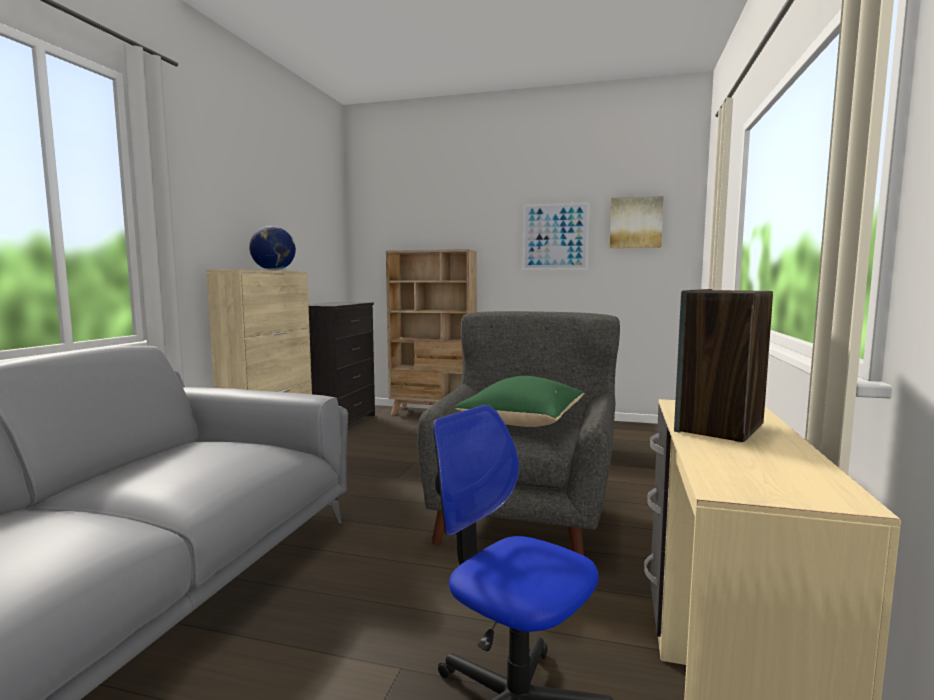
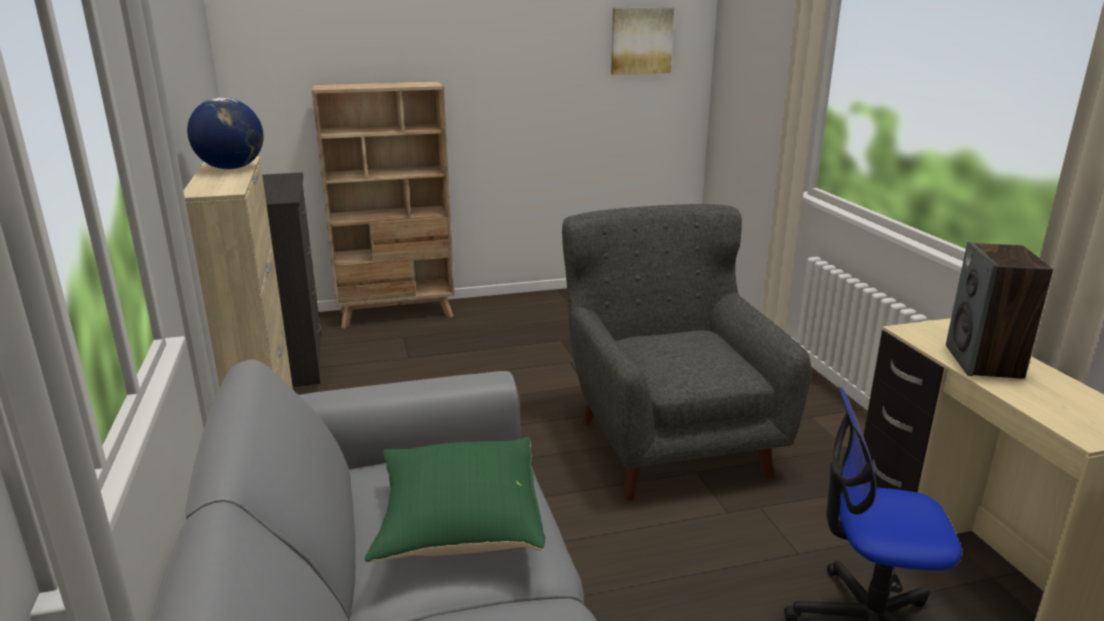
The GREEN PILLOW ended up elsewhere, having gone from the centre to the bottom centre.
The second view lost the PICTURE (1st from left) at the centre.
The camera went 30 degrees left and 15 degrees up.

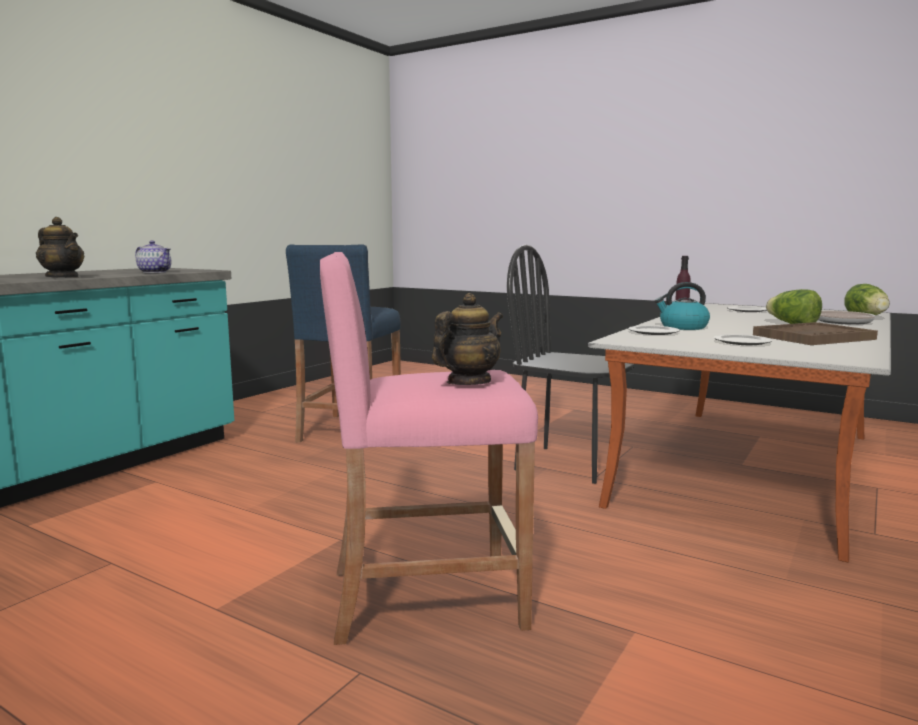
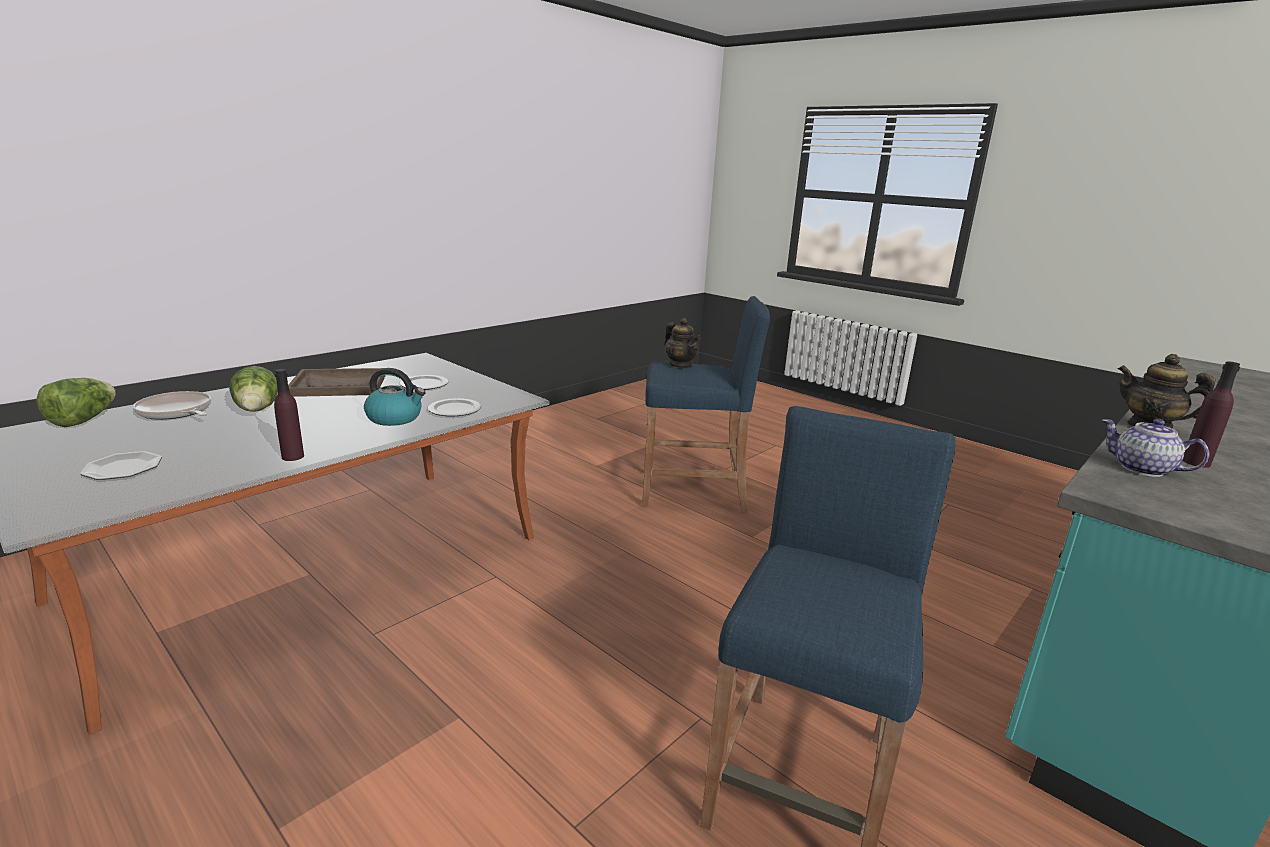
What was the PINK STOOL at the centre turned into the BLUE STOOL (1st from left) at the centre.
The TEAPOT (3rd from left in the first image) at the centre ended up facing another way, 90 degrees counterclockwise from before.
The second view lost the BLACK CHAIR at the centre.
The second view gained the PURPLE BOTTLE (2nd from left) at the middle right.
The camera went 170 degrees left and 10 degrees up.

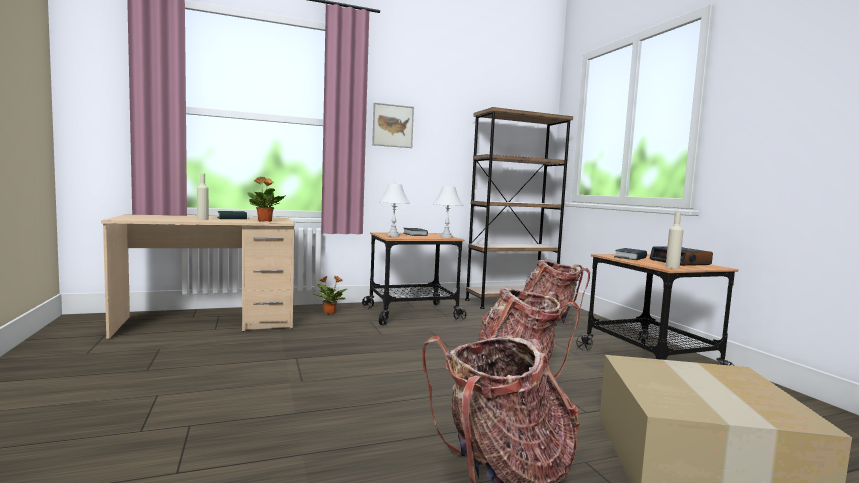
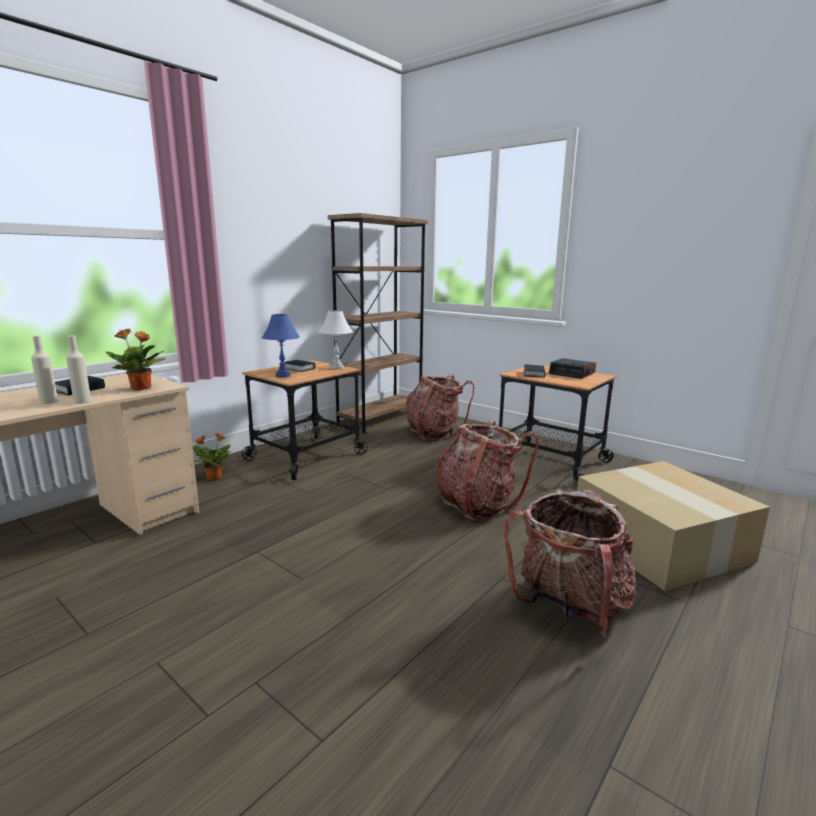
The second view lost the PICTURE at the top centre.
What was the WHITE TABLE LAMP (1st from left) at the centre turned into the BLUE TABLE LAMP at the centre.
The BEIGE BOTTLE (2nd from left) ended up elsewhere, having gone from the middle right to the middle left.
The camera went 30 degrees left and 10 degrees up.

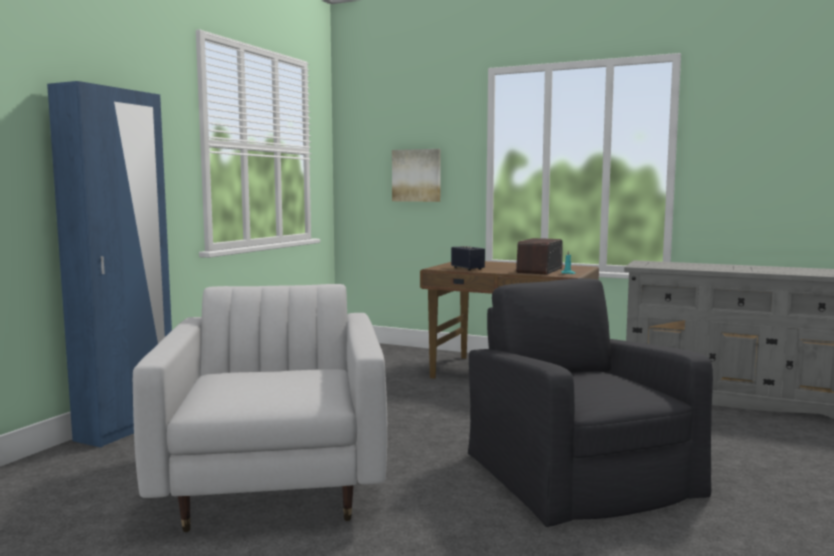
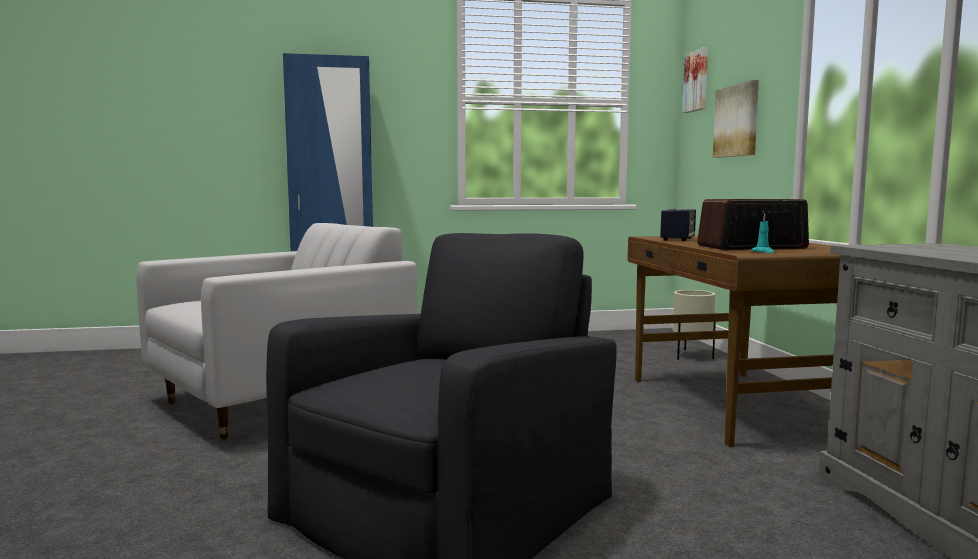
The second view gained the BEIGE PLANTER at the middle right.
The second view gained the PICTURE (1st from left) at the top right.
The camera went 55 degrees right and 0 degrees up.

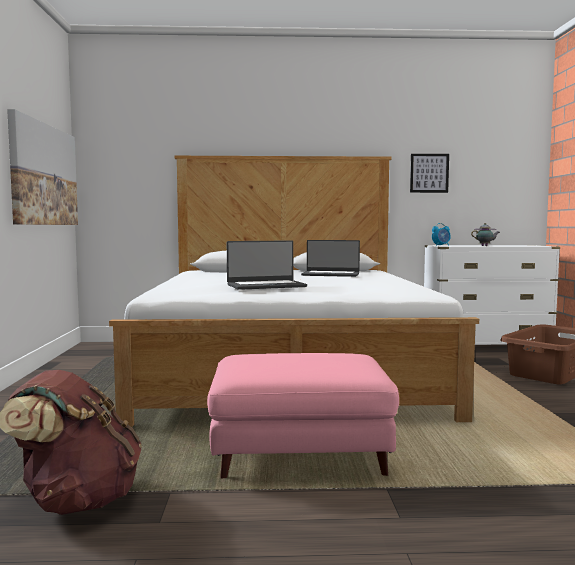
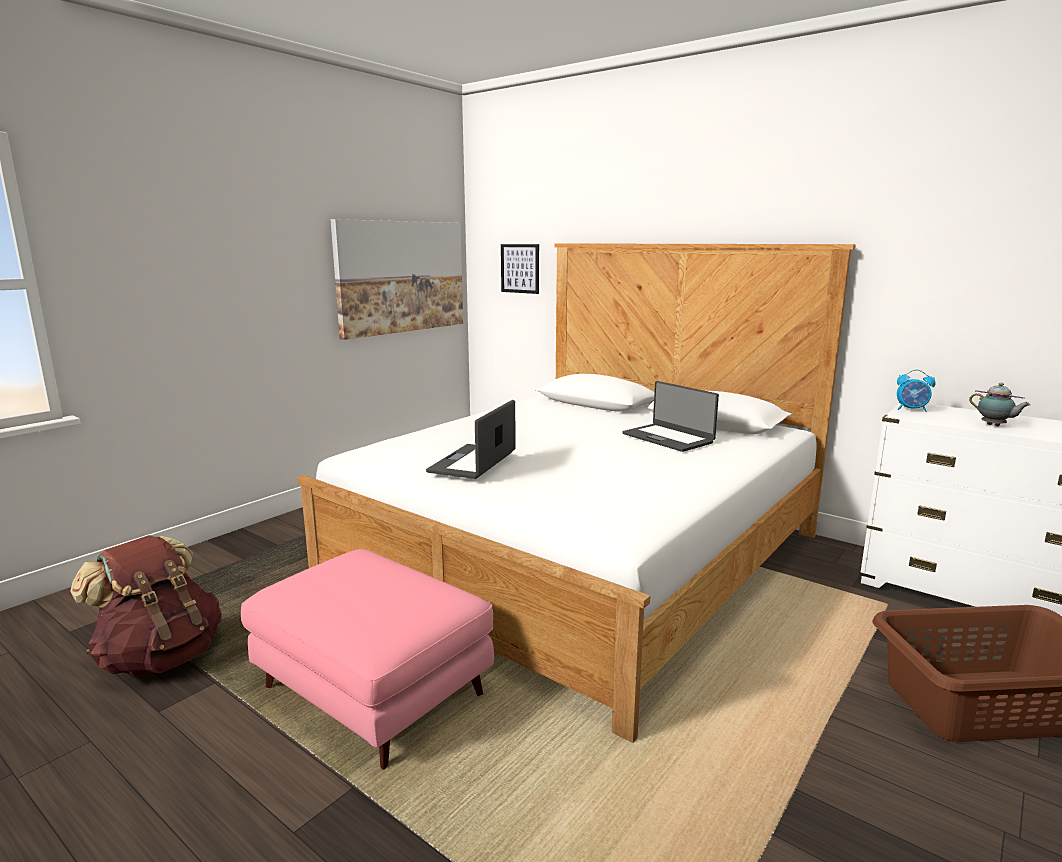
The LAPTOP (1st from left) at the centre ended up facing another way, 90 degrees clockwise from before.
The PICTURE (2nd from left) ended up elsewhere, having gone from the top right to the top centre.
The camera went 40 degrees right and 10 degrees up.

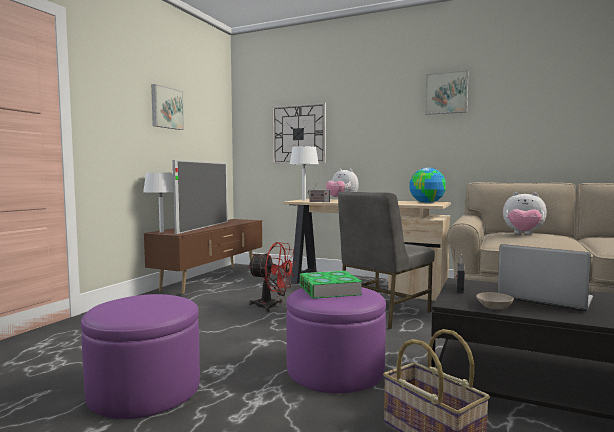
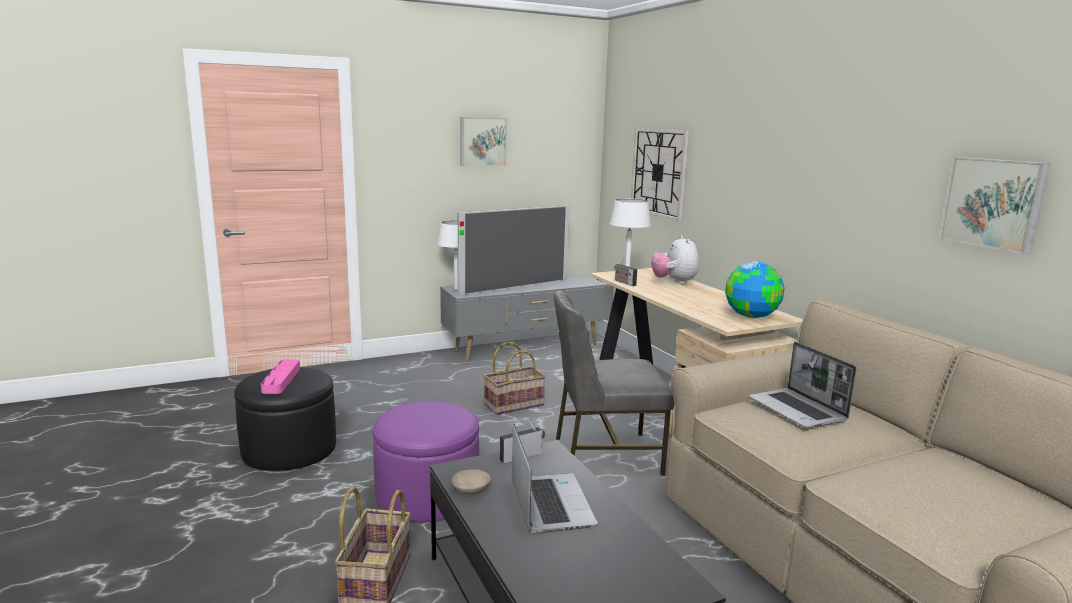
What was the PURPLE OTTOMAN (1st from left) at the bottom left turned into the BLACK OTTOMAN at the bottom left.
What was the BROWN TV STAND at the middle left turned into the GREY TV STAND at the centre.
Where the RED FAN stood at the centre, the BASKET (2nd from left) came to stand at the centre.
The second view lost the BOOK at the centre.
The PICTURE (2nd from left) ended up elsewhere, having gone from the top right to the middle right.
Where the PLUSH TOY (2nd from left) stood at the middle right, the LAPTOP (2nd from left) came to stand at the middle right.
The second view gained the PINK TRAY at the middle left.
The camera went 40 degrees right and 10 degrees up.

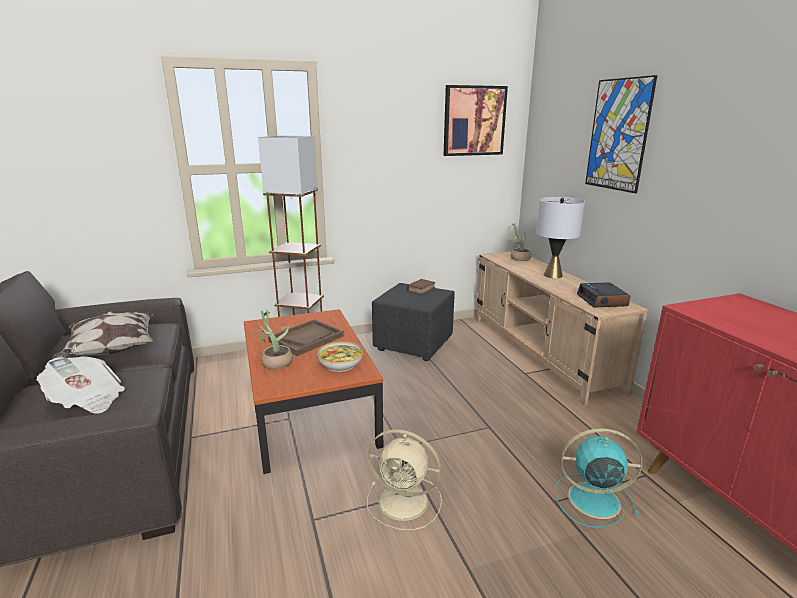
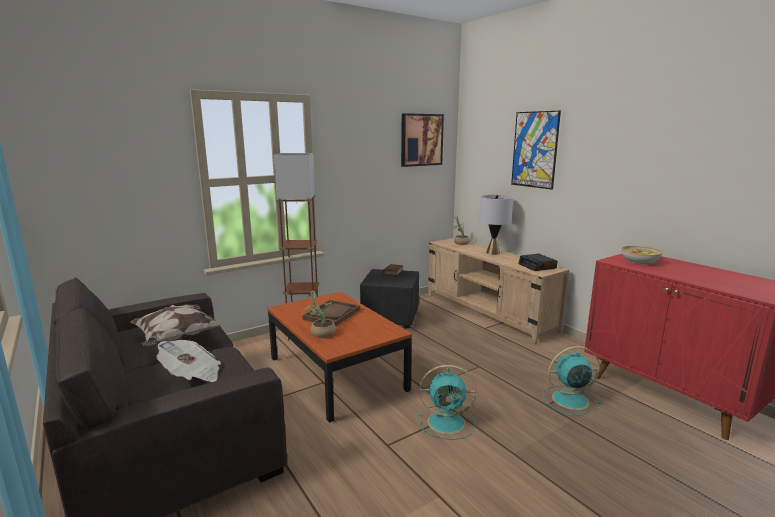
The BOWL ended up elsewhere, having gone from the centre to the middle right.
What was the BEIGE FAN at the bottom centre turned into the TURQUOISE FAN (1st from left) at the bottom centre.
The camera went 15 degrees left and 5 degrees down.

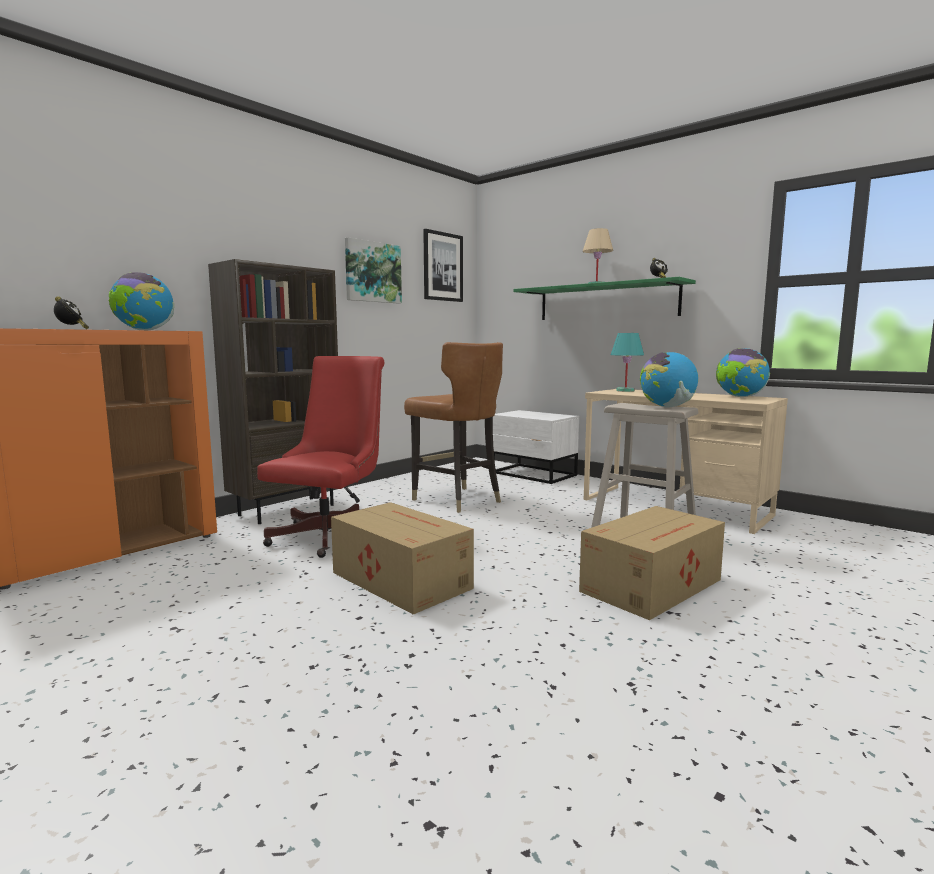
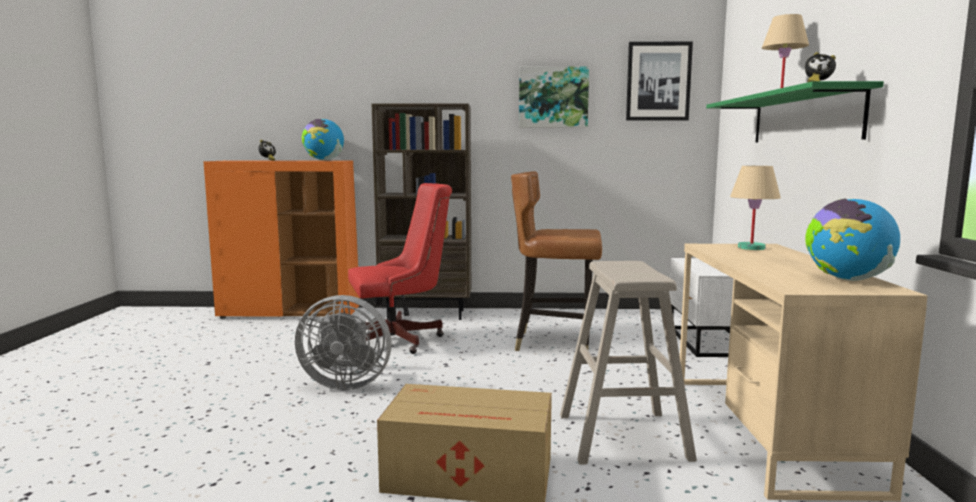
Where the CARDBOARD BOX (1st from left) stood at the centre, the GREY FAN came to stand at the bottom centre.
The BROWN CHAIR at the centre ended up facing another way, 90 degrees clockwise from before.
What was the TURQUOISE TABLE LAMP at the middle right turned into the BEIGE TABLE LAMP (1st from left) at the middle right.
The second view lost the GLOBE (2nd from left) at the middle right.
The camera went 50 degrees right and 0 degrees up.

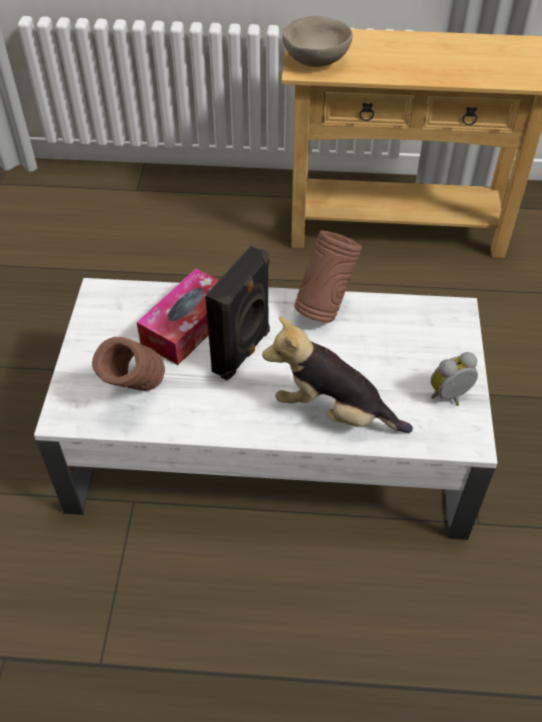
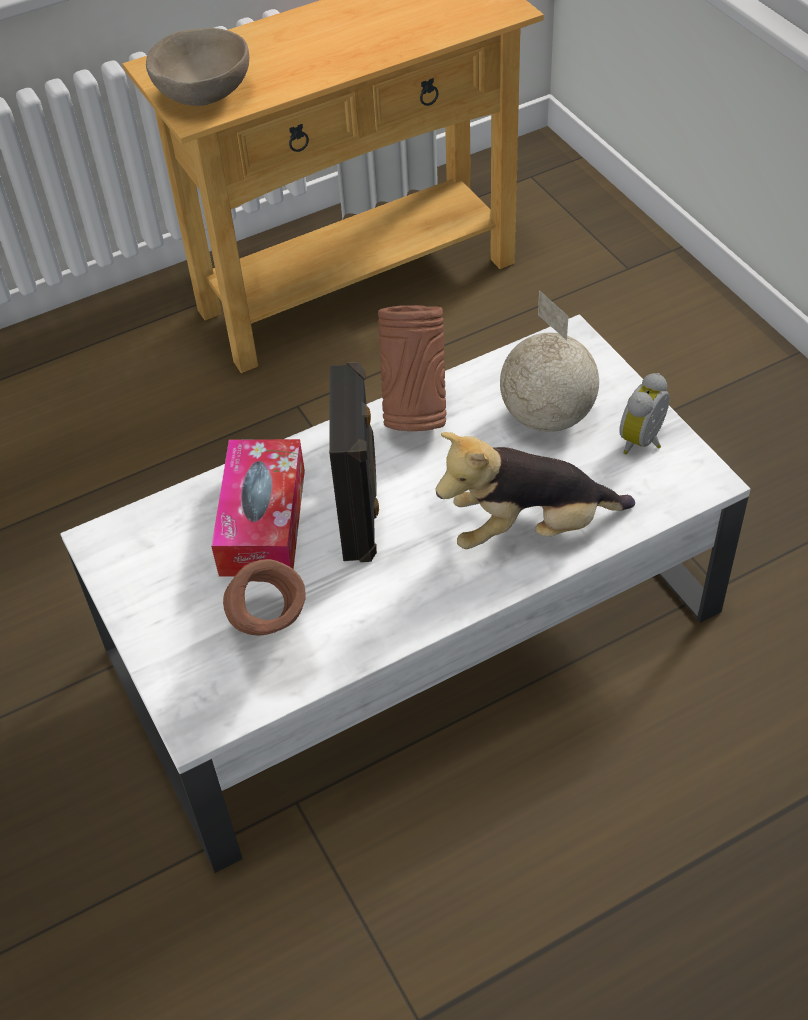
The second view gained the GLOBE at the middle right.
The camera went 30 degrees left and 0 degrees up.

